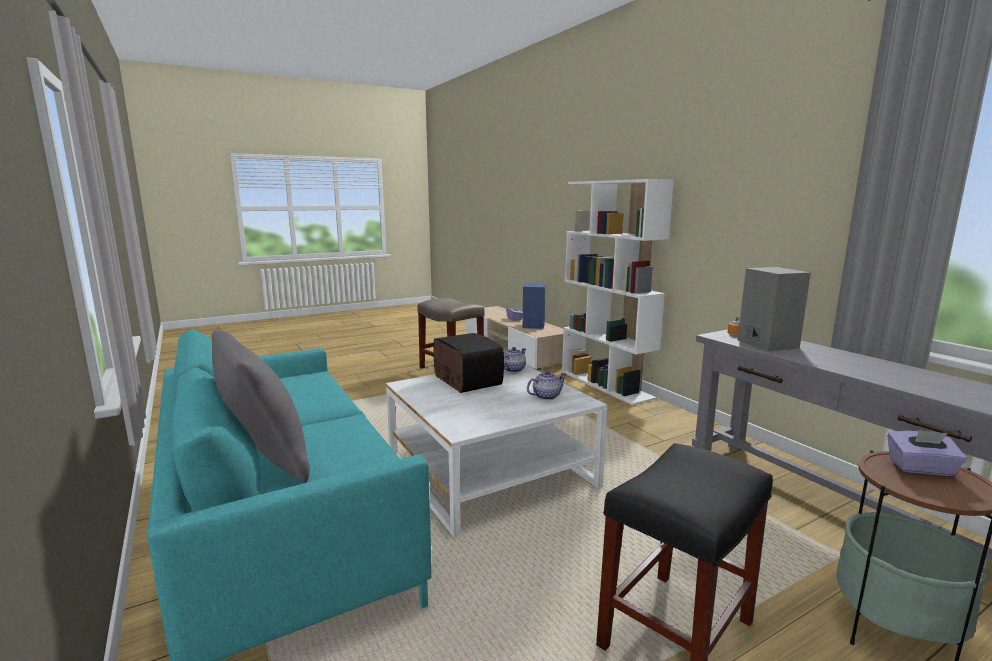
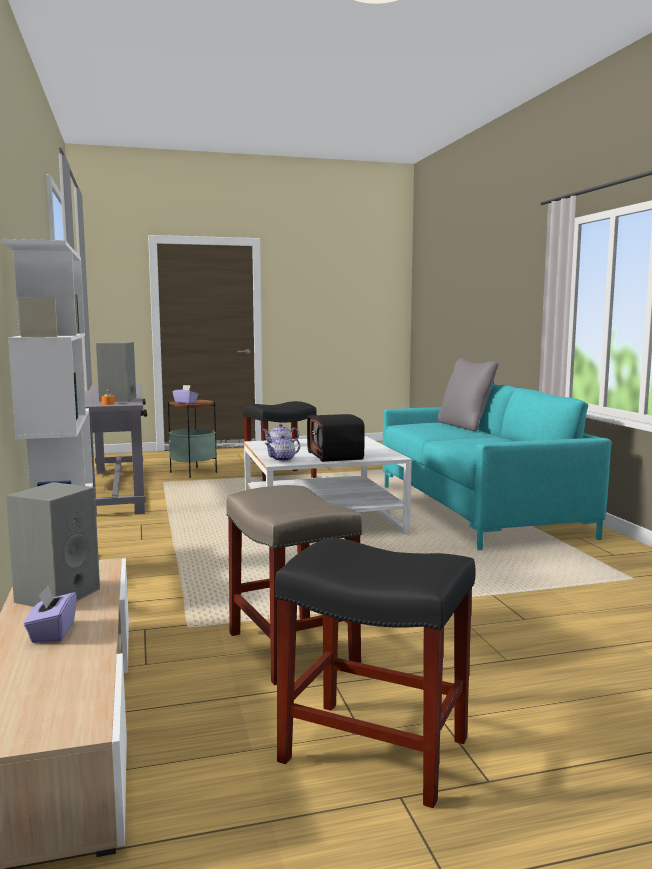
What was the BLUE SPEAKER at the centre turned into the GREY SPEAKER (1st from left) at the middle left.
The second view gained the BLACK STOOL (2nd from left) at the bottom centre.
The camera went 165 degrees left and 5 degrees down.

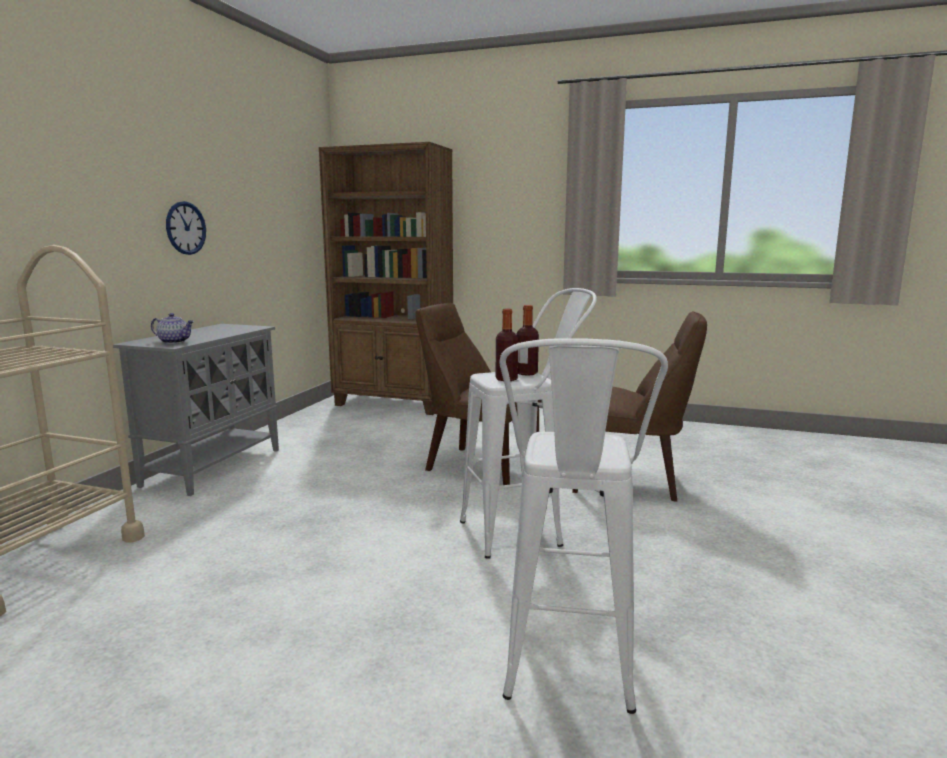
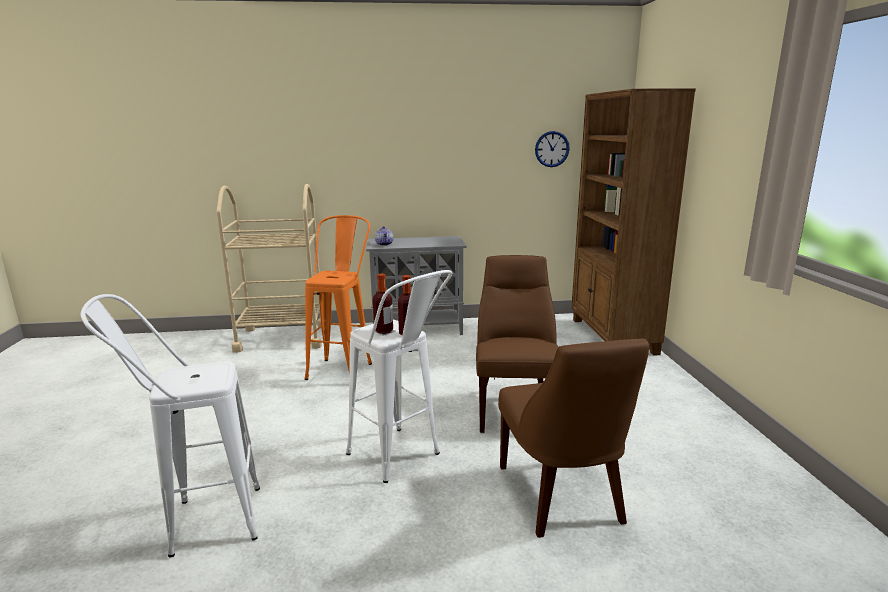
The WALL CLOCK ended up elsewhere, having gone from the top left to the top centre.
The second view gained the ORANGE STOOL at the centre.
The camera went 65 degrees right and 5 degrees up.

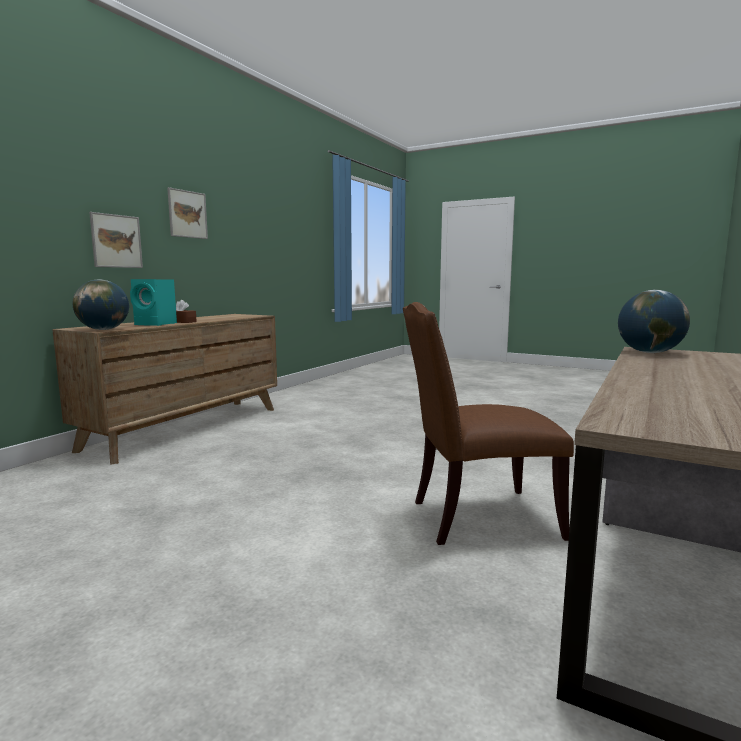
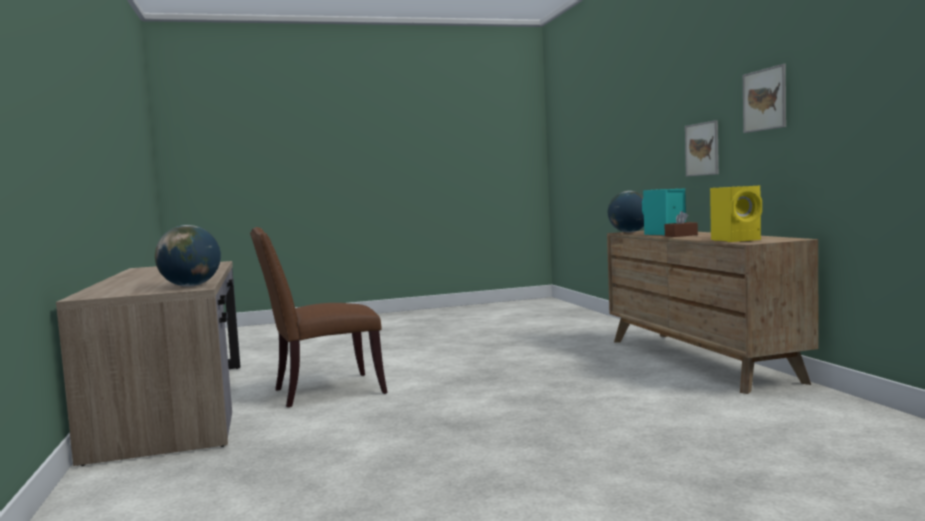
The BROWN CHAIR at the centre ended up facing another way, 150 degrees counterclockwise from before.
The second view gained the YELLOW SPEAKER at the middle right.
The camera went 135 degrees right and 5 degrees down.

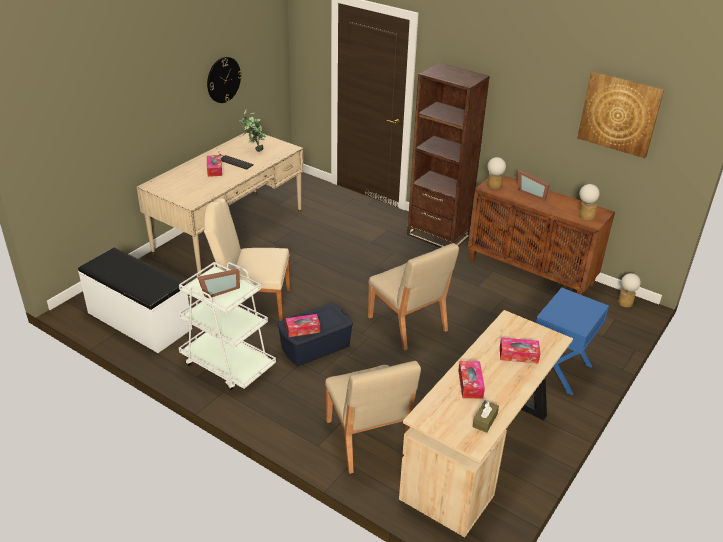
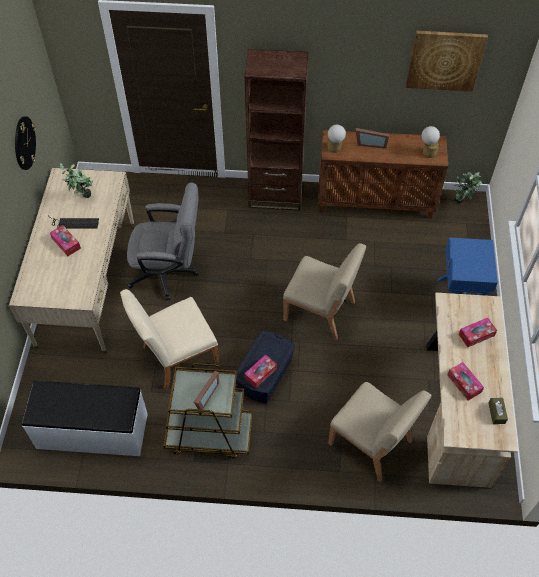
What was the WHITE CART at the middle left turned into the BROWN CART at the bottom centre.
Where the TABLE LAMP (3rd from left) stood at the middle right, the POTTED PLANT (2nd from left) came to stand at the top right.
The second view gained the GREY OFFICE CHAIR at the middle left.
The camera went 30 degrees left and 20 degrees up.

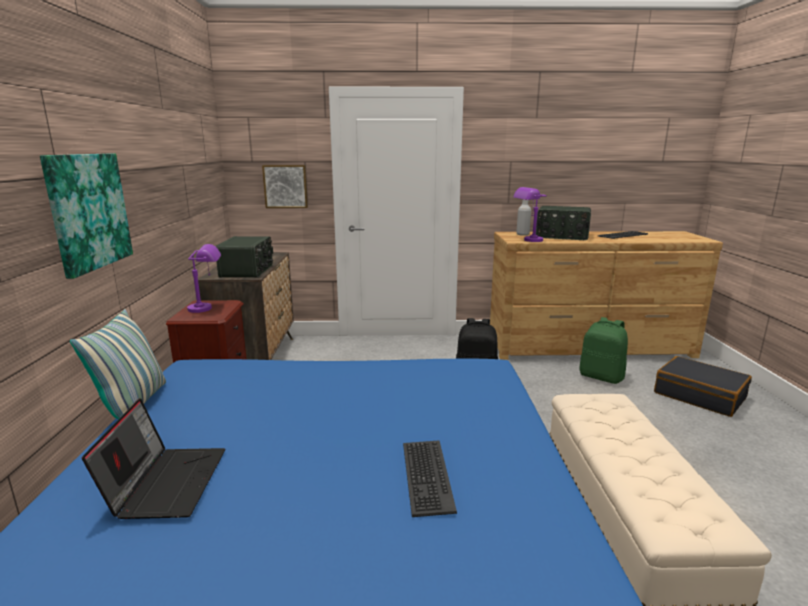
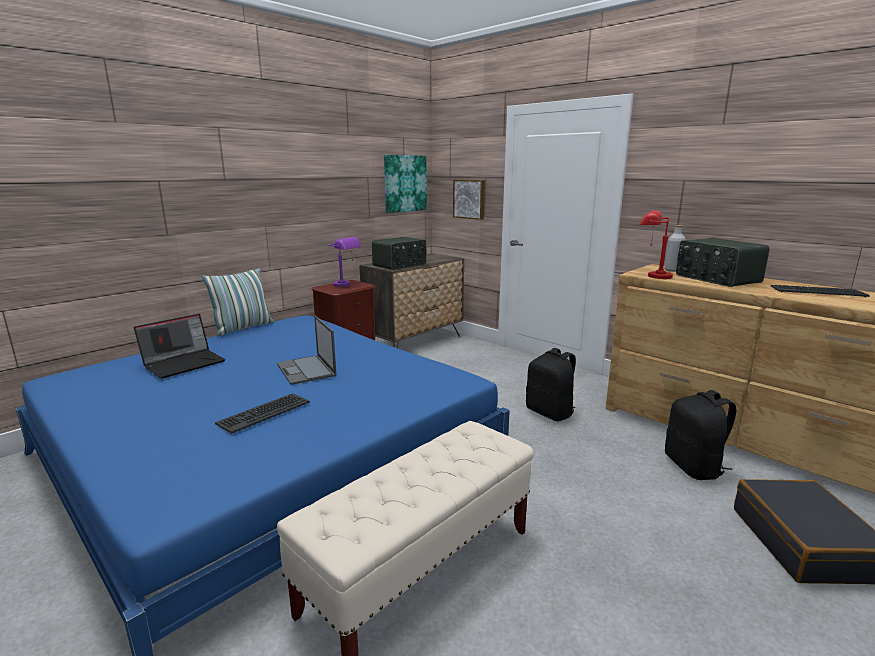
The PICTURE (1st from left) ended up elsewhere, having gone from the middle left to the top centre.
What was the PURPLE TABLE LAMP (2nd from left) at the centre turned into the RED TABLE LAMP at the middle right.
What was the GREEN BACKPACK at the middle right turned into the BLACK BACKPACK (2nd from left) at the middle right.
The second view gained the LAPTOP (2nd from left) at the centre.
The camera went 45 degrees right and 0 degrees up.

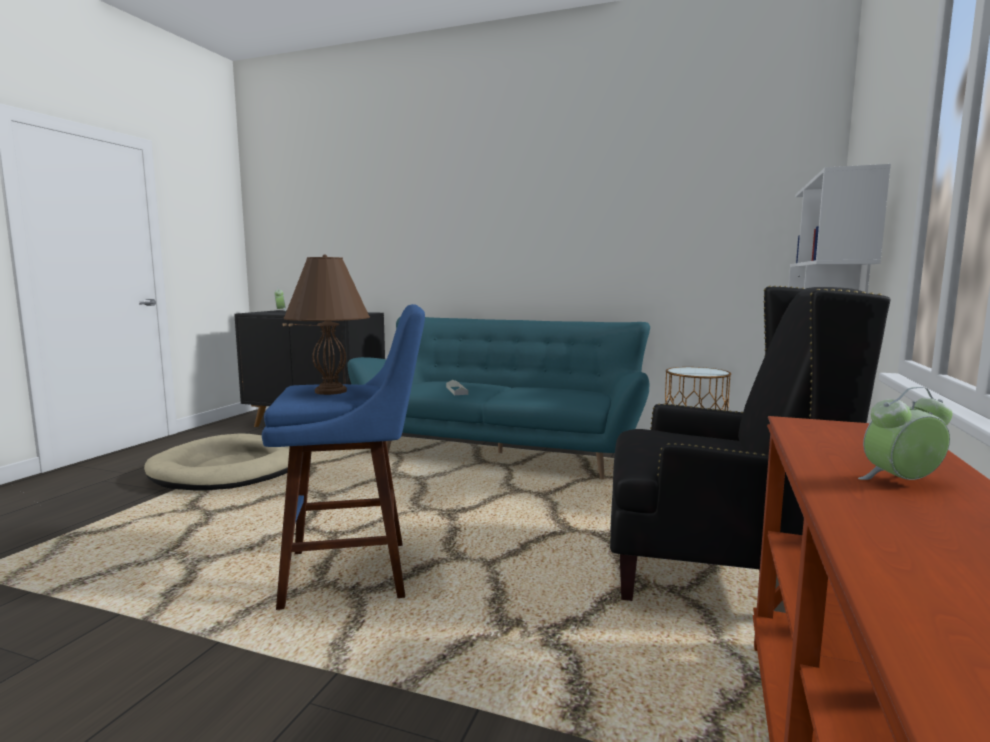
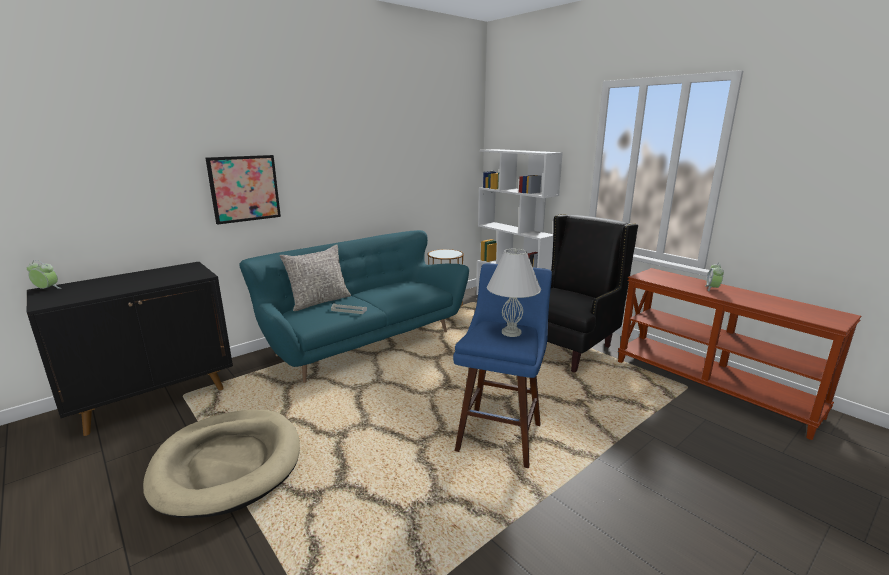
What was the BROWN TABLE LAMP at the middle left turned into the WHITE TABLE LAMP at the centre.
The second view gained the PICTURE at the top left.
The second view gained the GREY PILLOW at the centre.
The camera went 60 degrees left and 10 degrees up.

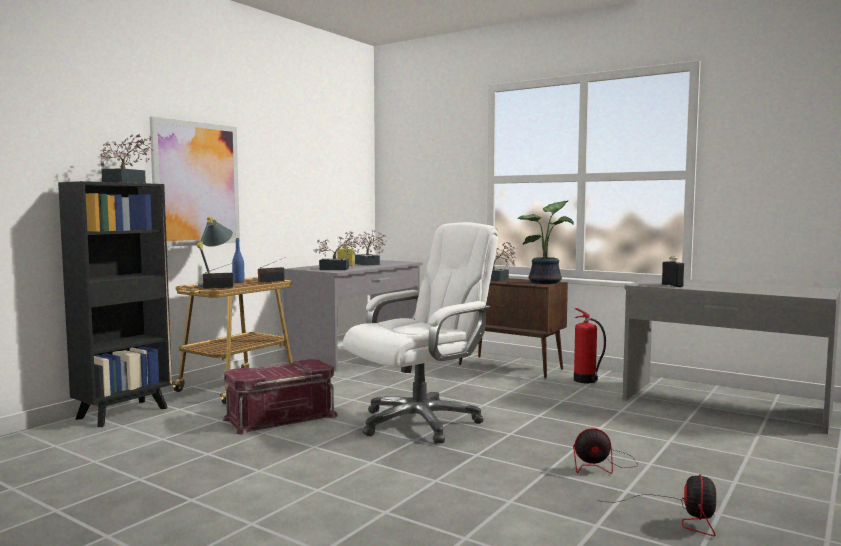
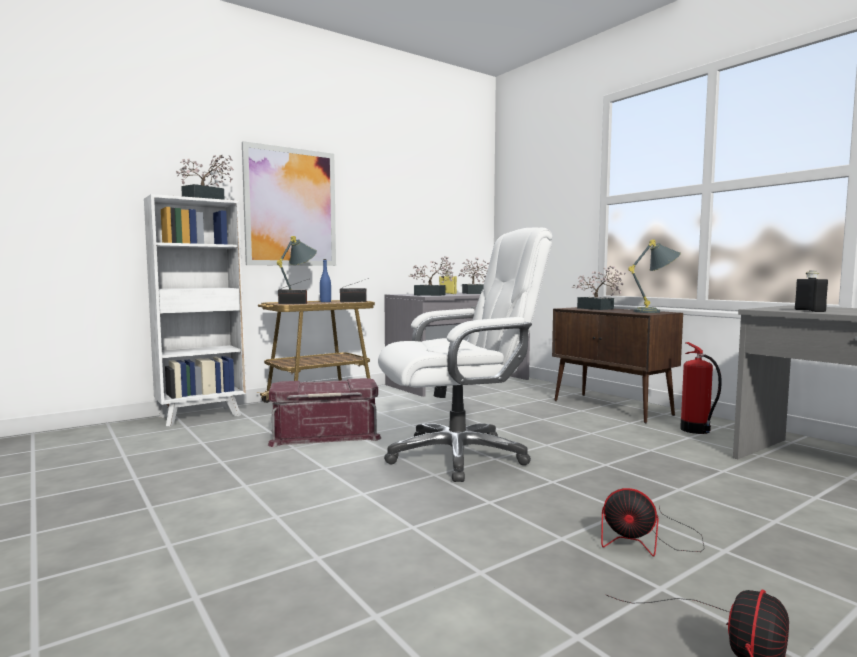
What was the BLACK BOOKCASE at the middle left turned into the WHITE BOOKCASE at the middle left.
Where the POTTED PLANT (5th from left) stood at the centre, the GREY TABLE LAMP (2nd from left) came to stand at the middle right.
The camera went 20 degrees right and 0 degrees up.

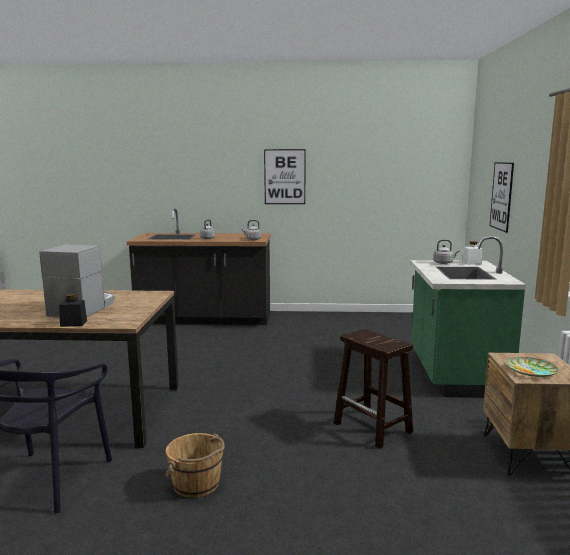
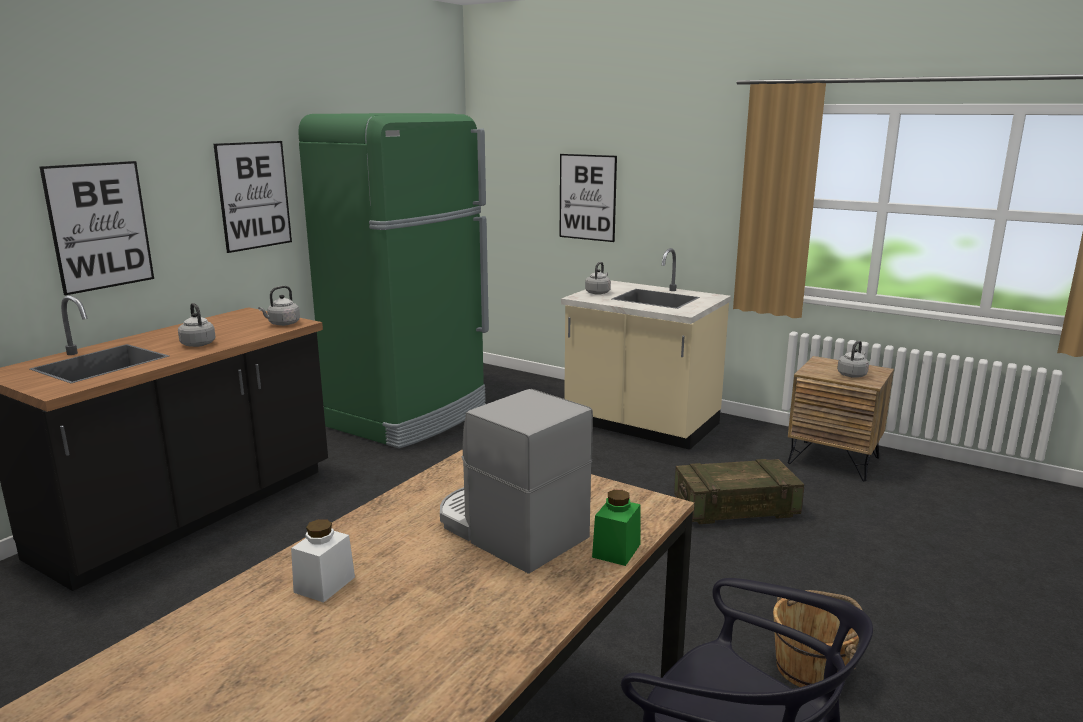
What was the BLACK JAR at the middle left turned into the GREEN JAR at the bottom centre.
Where the BROWN STOOL stood at the bottom centre, the CRATE came to stand at the bottom right.
What was the GREEN COUNTER at the middle right turned into the BEIGE COUNTER at the centre.
The WHITE JAR ended up elsewhere, having gone from the middle right to the bottom left.
Where the PLATE stood at the middle right, the GREY KETTLE (4th from left) came to stand at the middle right.
The second view gained the PICTURE (1st from left) at the top left.
The second view gained the GREEN FRIDGE at the centre.
The camera went 60 degrees left and 5 degrees up.

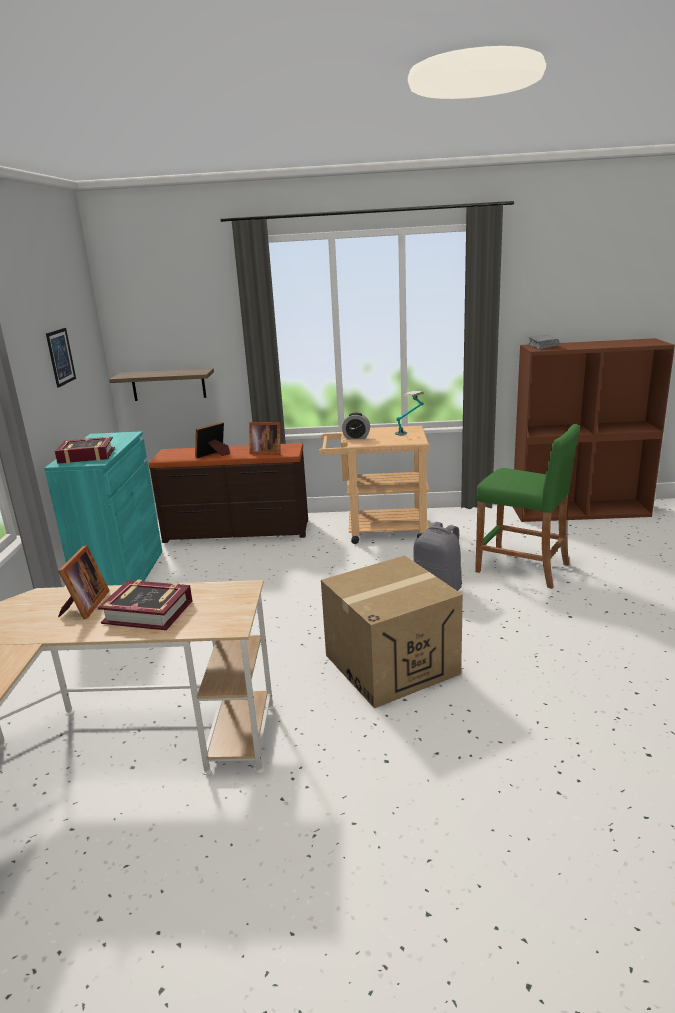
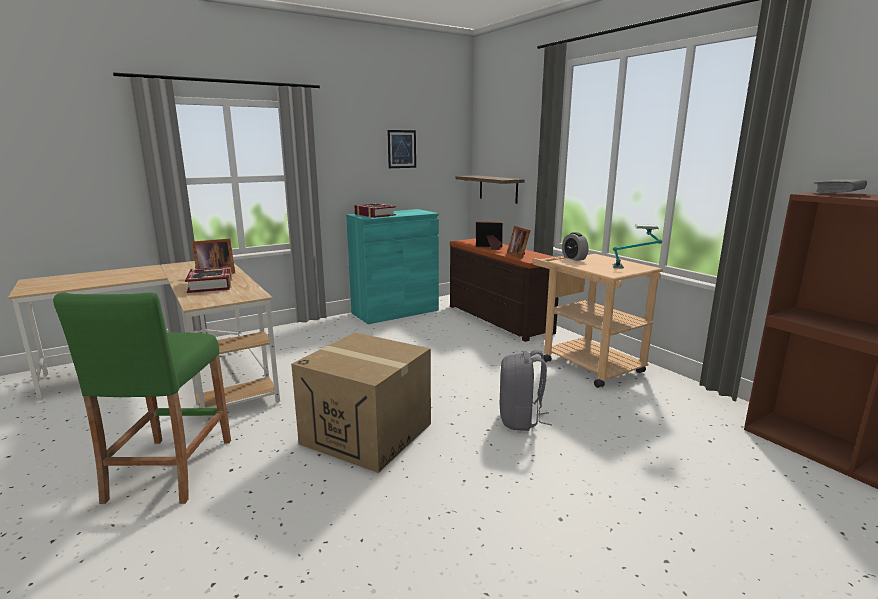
The GREEN STOOL ended up elsewhere, having gone from the middle right to the middle left.
The camera went 55 degrees right and 5 degrees down.

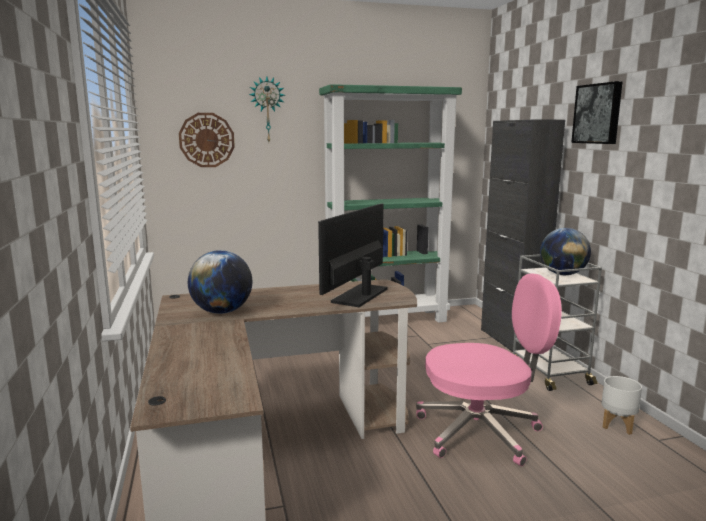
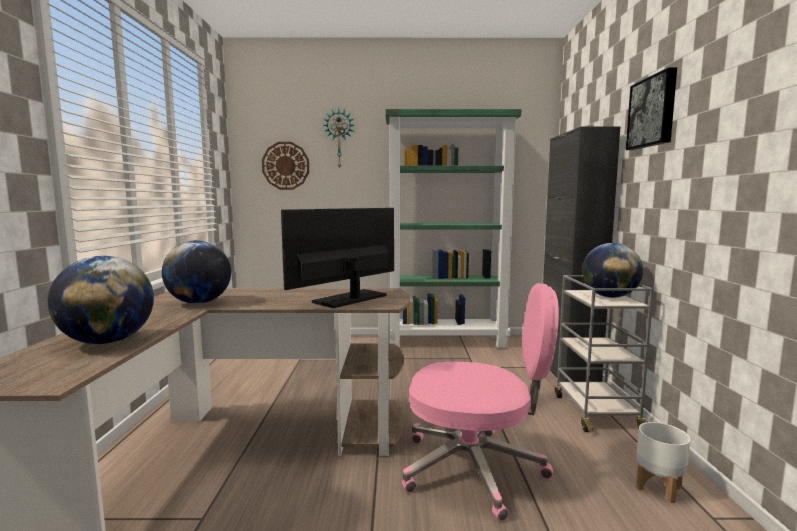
The second view gained the GLOBE (1st from left) at the middle left.
The camera went 15 degrees right and 5 degrees down.

